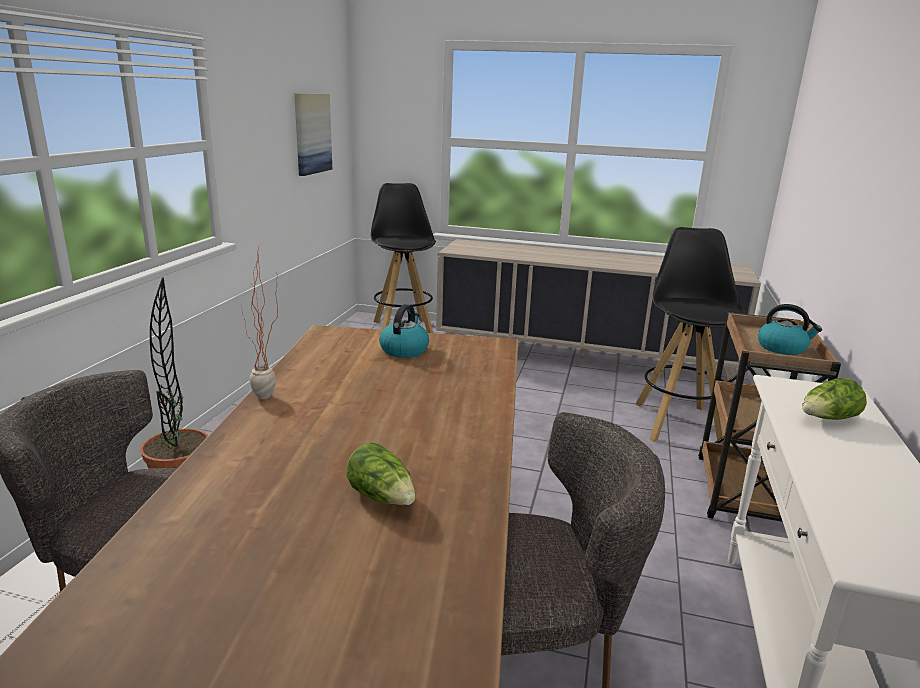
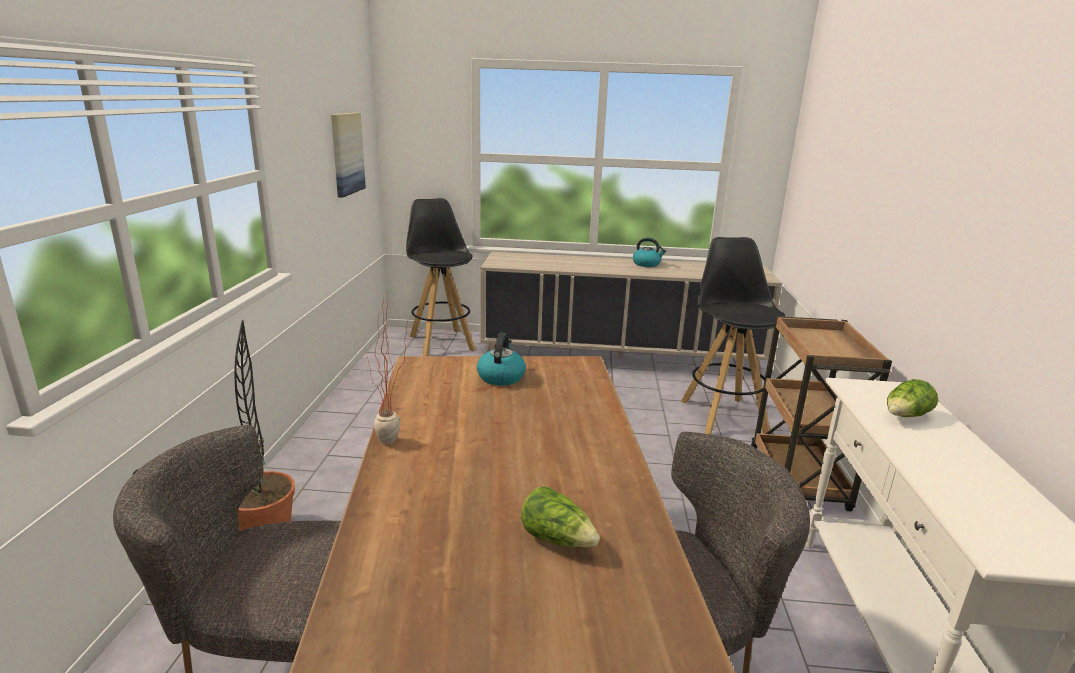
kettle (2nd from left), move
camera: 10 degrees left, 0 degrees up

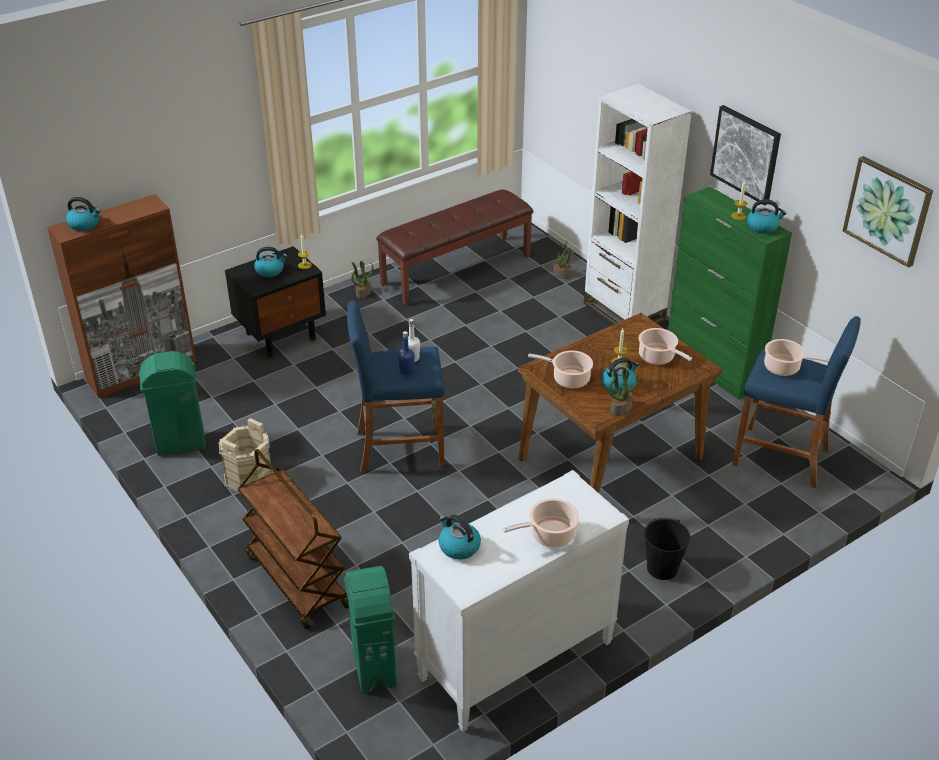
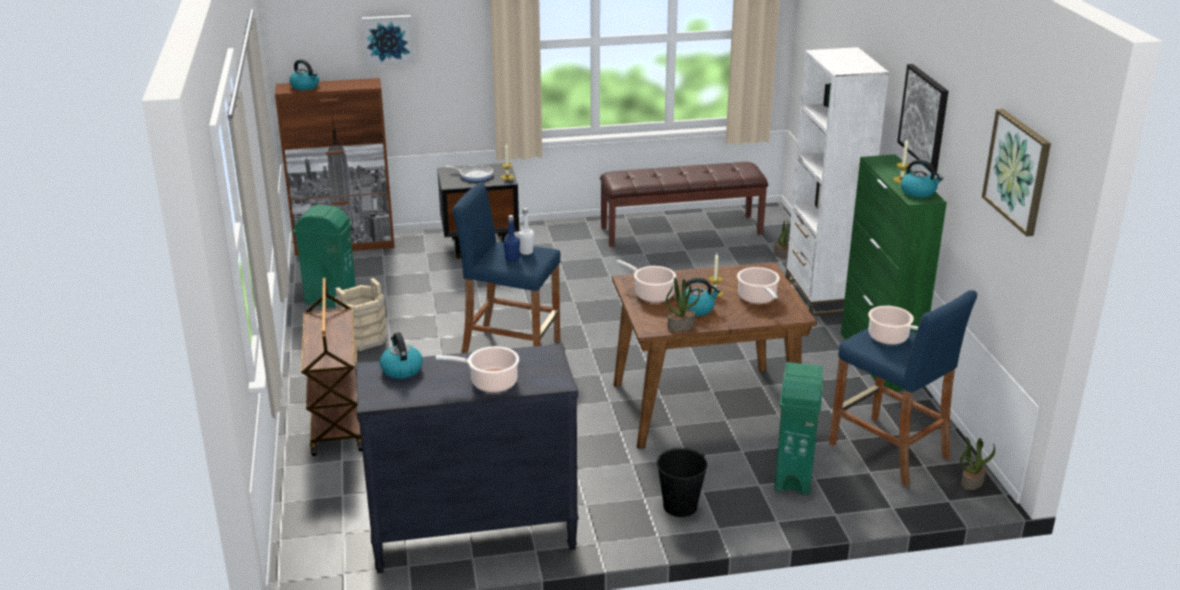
kettle (2nd from left) → frying_pan
green_trash_can (2nd from left), move
potted_plant (1st from left in the first image) → potted_plant (3rd from left), move
white_dresser → black_dresser
- → picture (1st from left)
camera: 25 degrees right, 10 degrees down

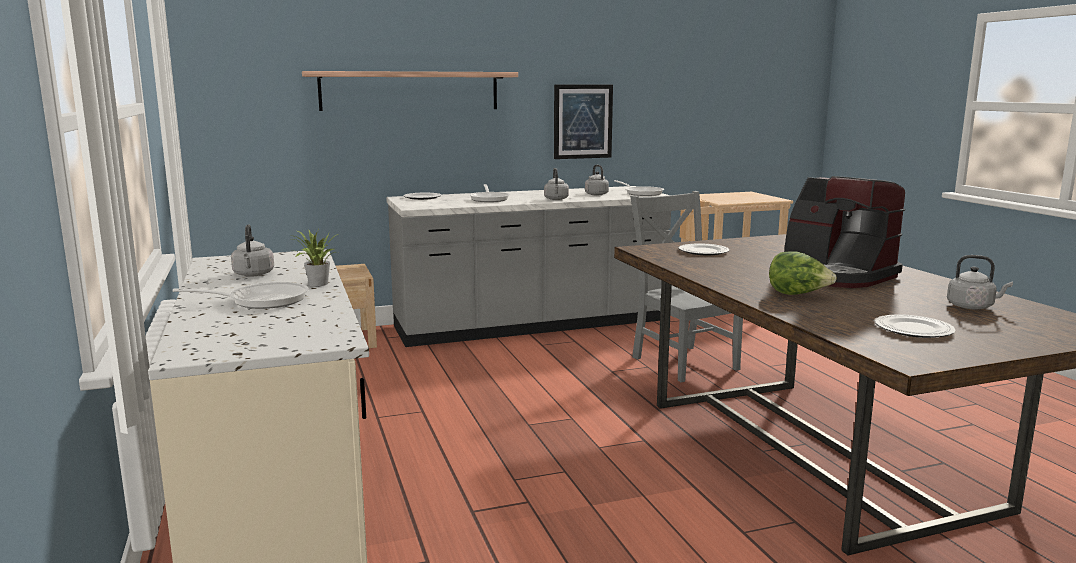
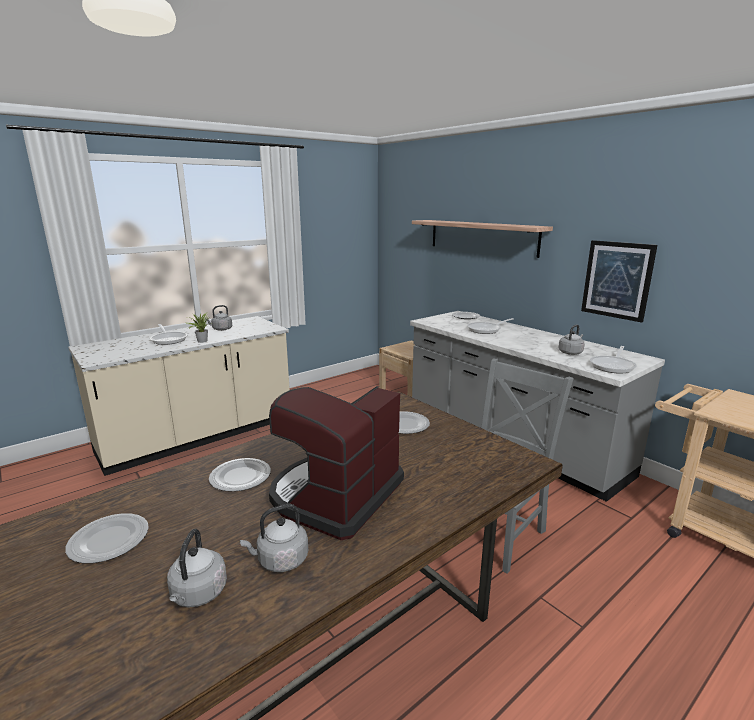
grey_kettle (2nd from left in the first image) → grey_kettle (3rd from left), move
lettuce → plate (2nd from left)
camera: 70 degrees right, 5 degrees up

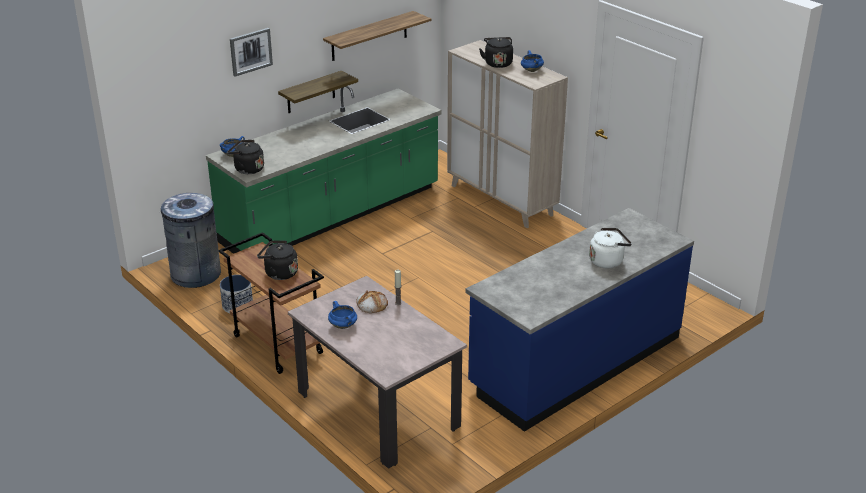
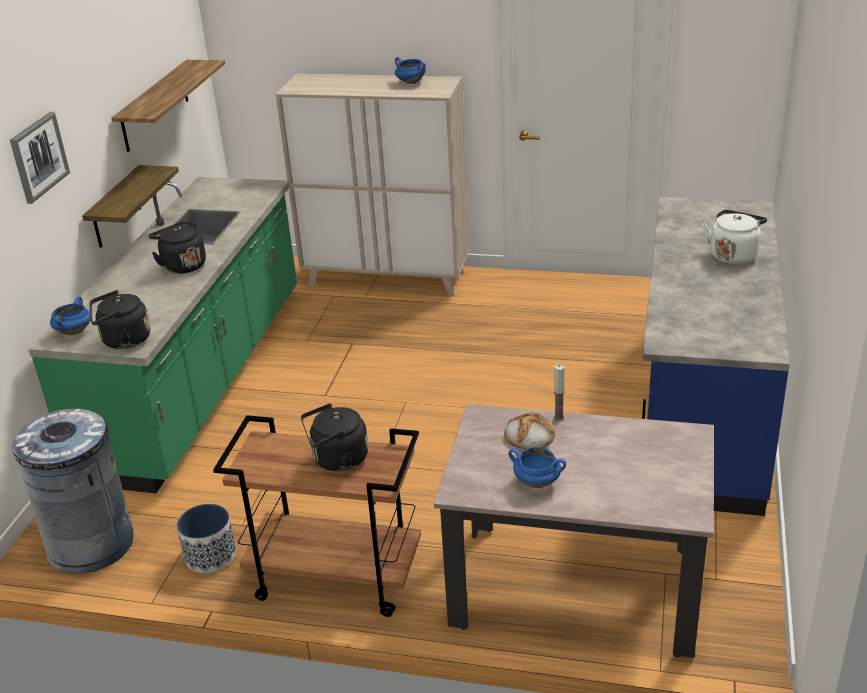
black_kettle (3rd from left in the first image) → black_kettle (2nd from left), move
camera: 35 degrees left, 0 degrees up

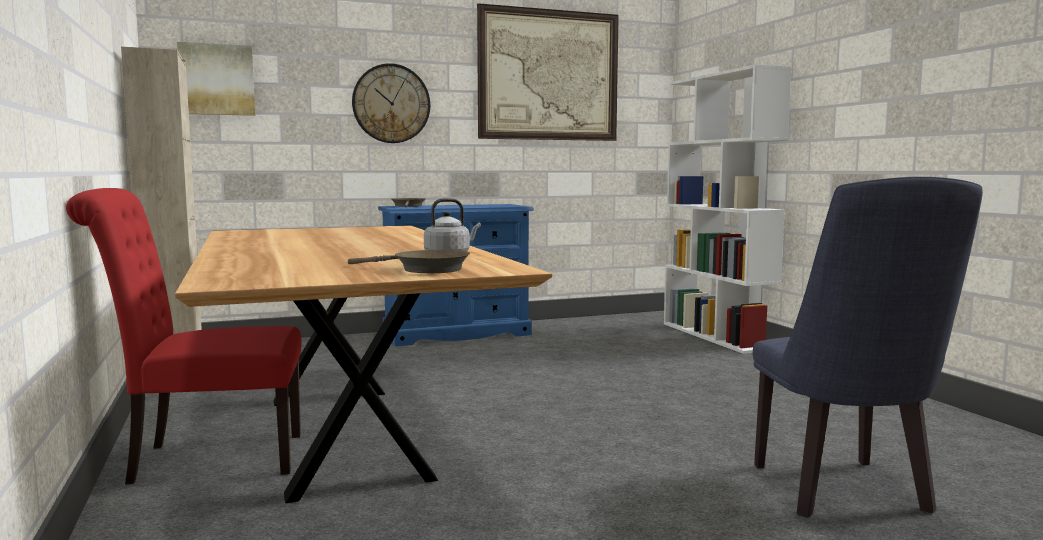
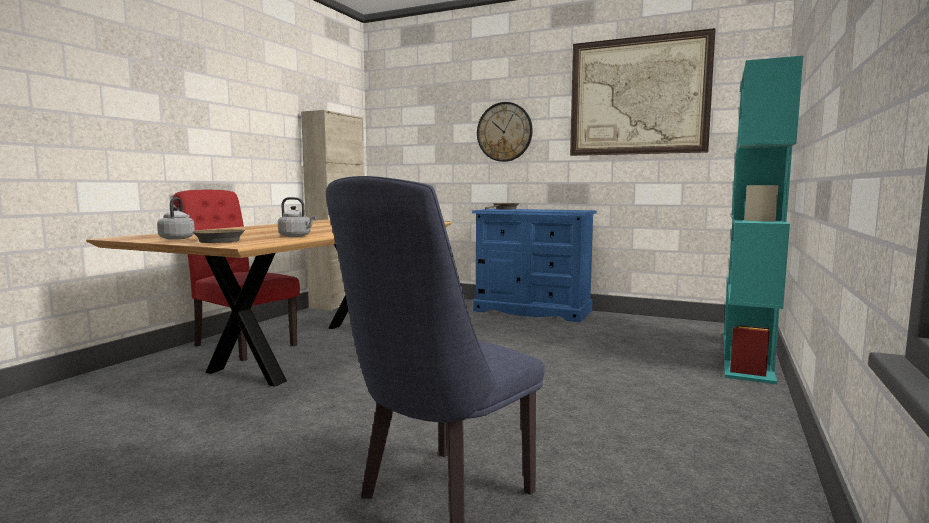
picture (1st from left) → -
white_bookcase → turquoise_bookcase
- → grey_kettle (1st from left)
camera: 45 degrees right, 0 degrees up

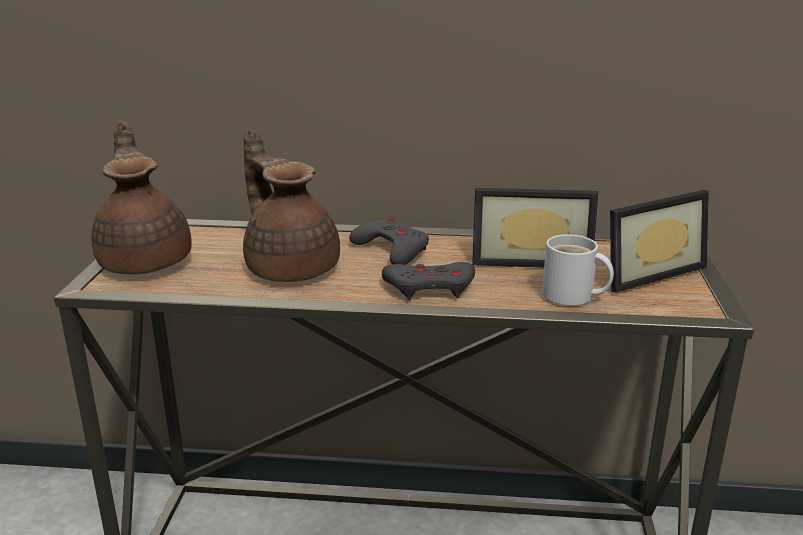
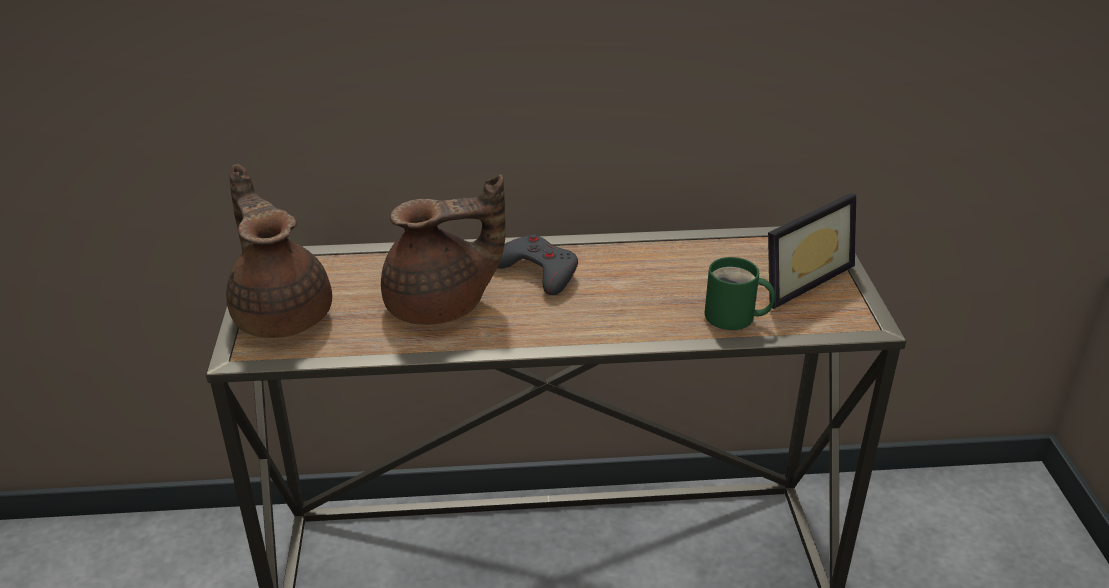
brown_teapot (2nd from left), 120 degrees clockwise
grey_game_controller (2nd from left) → -
picture_frame (1st from left) → -
white_mug → green_mug
camera: 10 degrees left, 10 degrees up

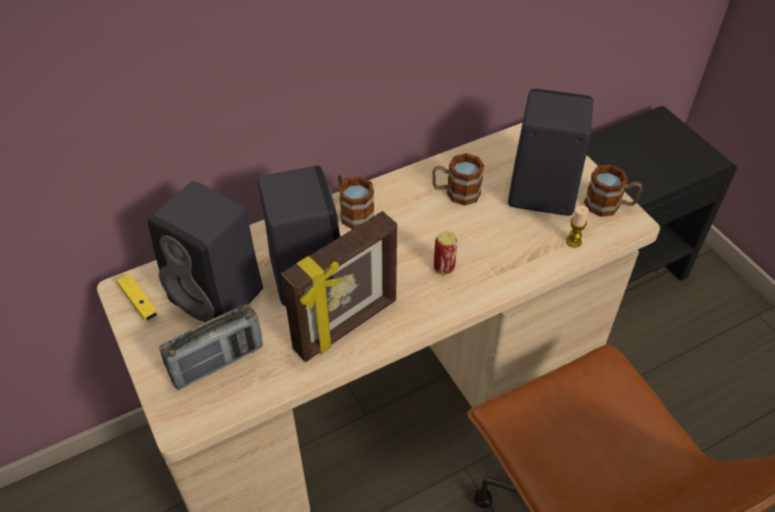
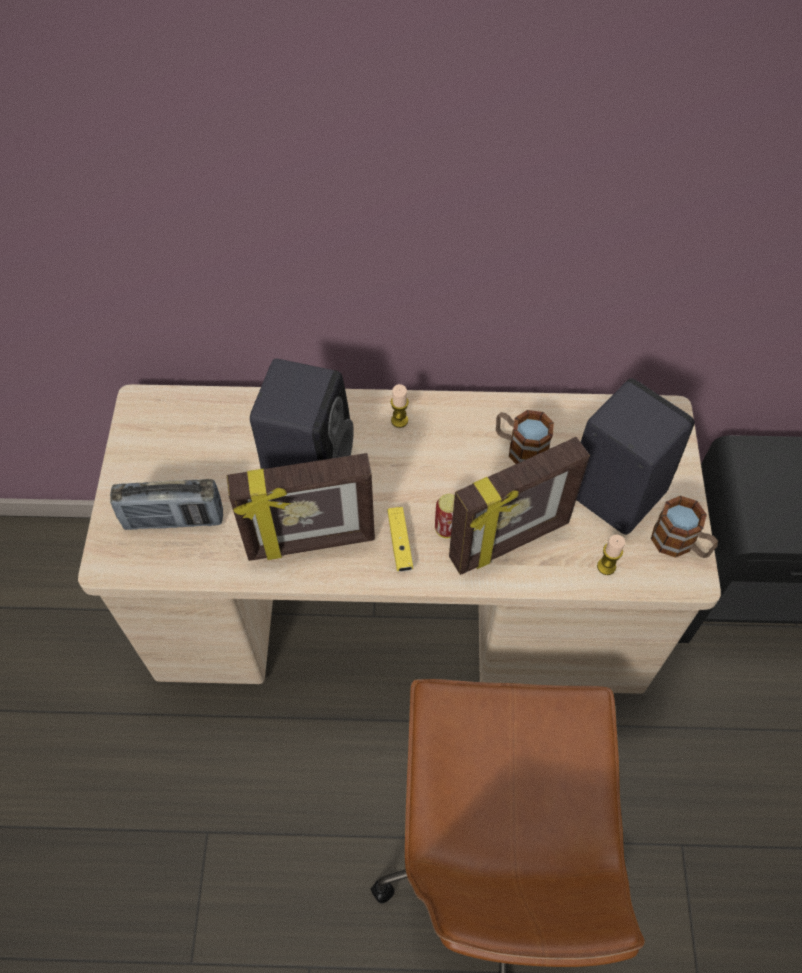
yellow_game_controller, move
black_speaker (1st from left) → -
mug (1st from left) → candle (1st from left)
- → picture_frame (2nd from left)
camera: 30 degrees right, 10 degrees up

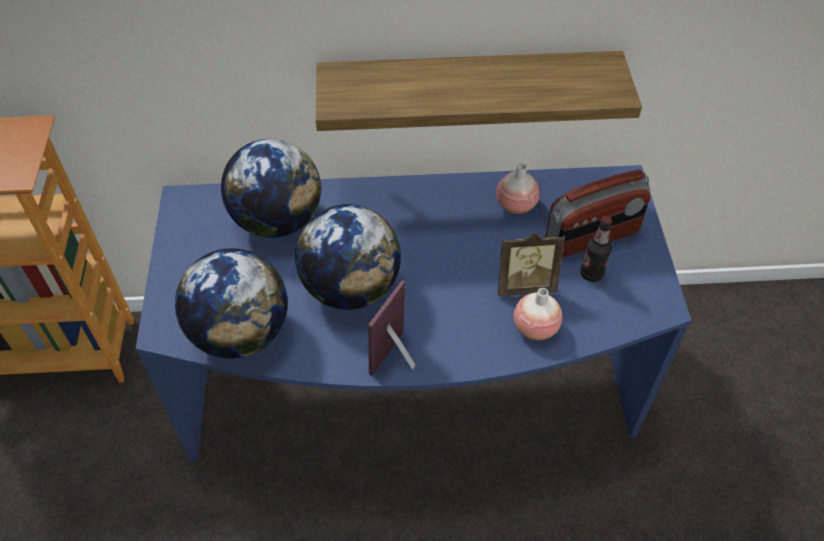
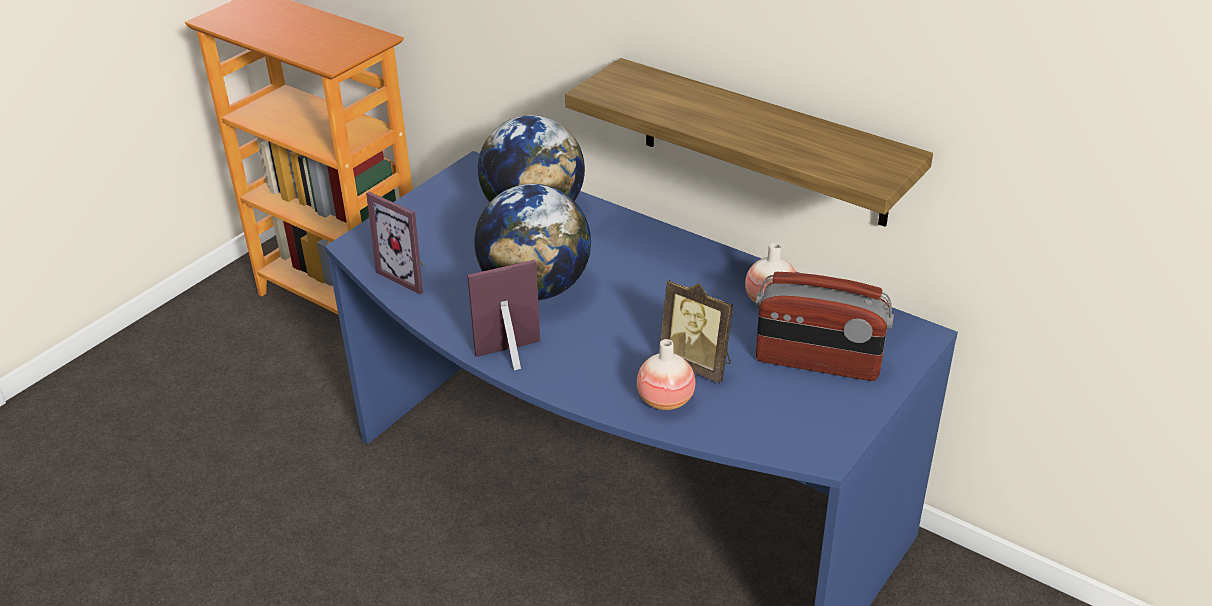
globe (1st from left) → picture_frame (1st from left)
bottle → -
camera: 40 degrees right, 15 degrees down

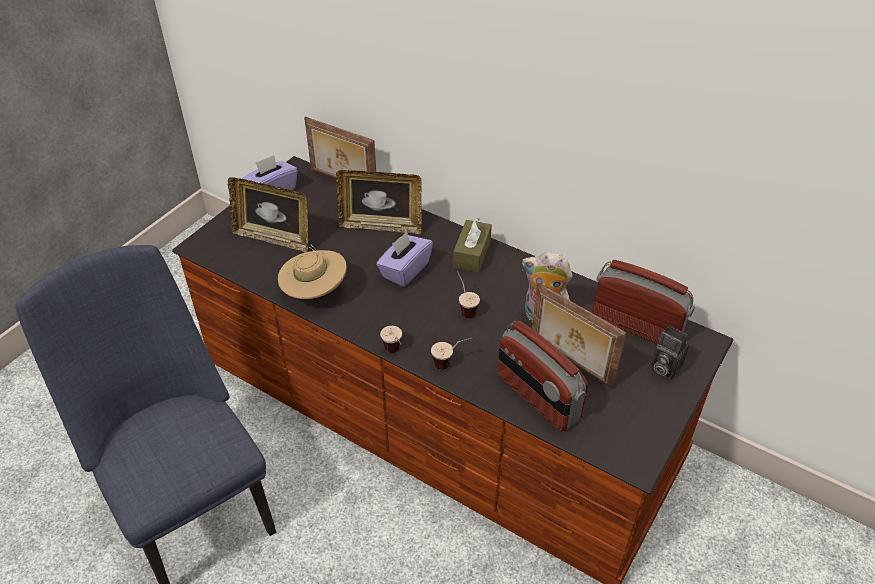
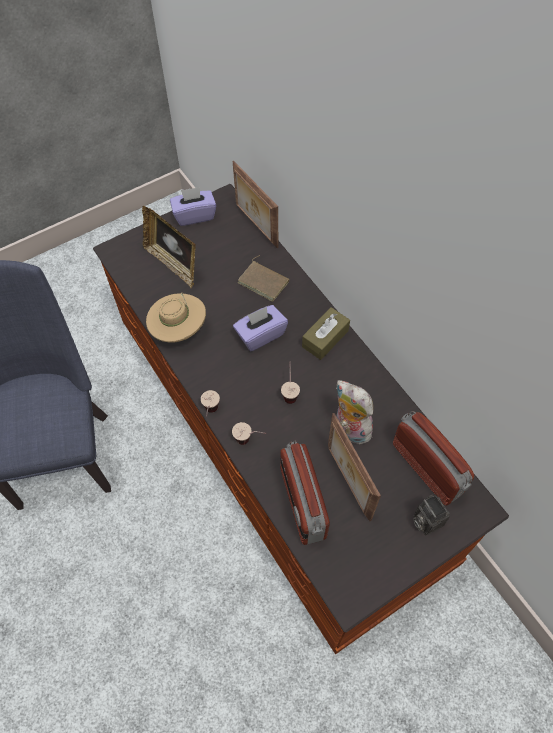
picture_frame (3rd from left) → brown_book
camera: 25 degrees right, 15 degrees up

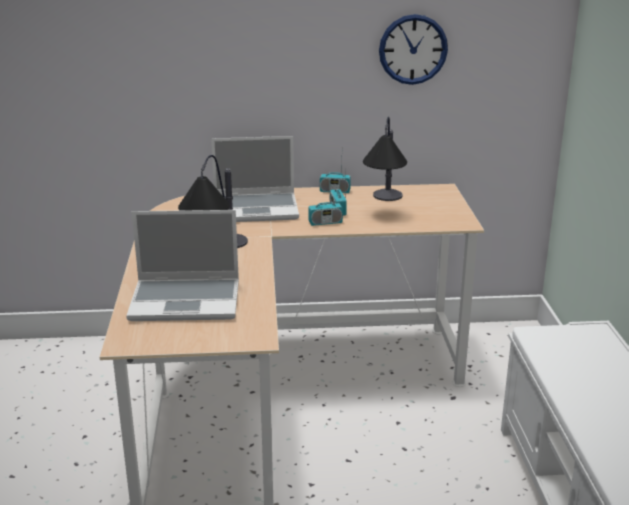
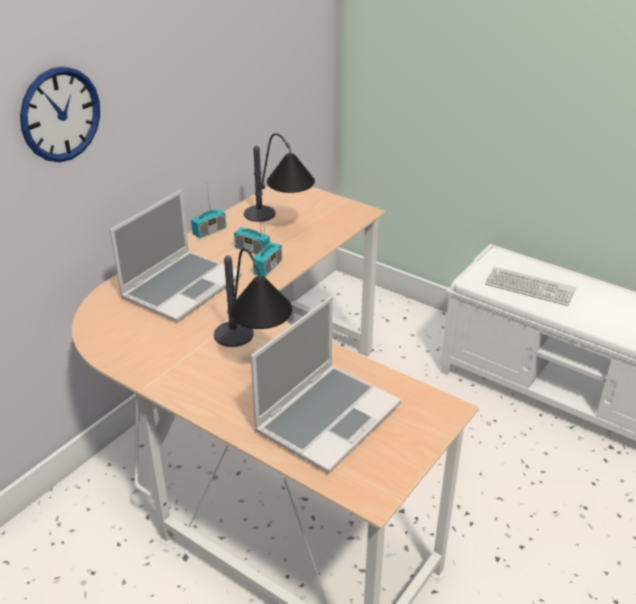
wall_clock, move
- → keyboard
camera: 50 degrees left, 10 degrees up

